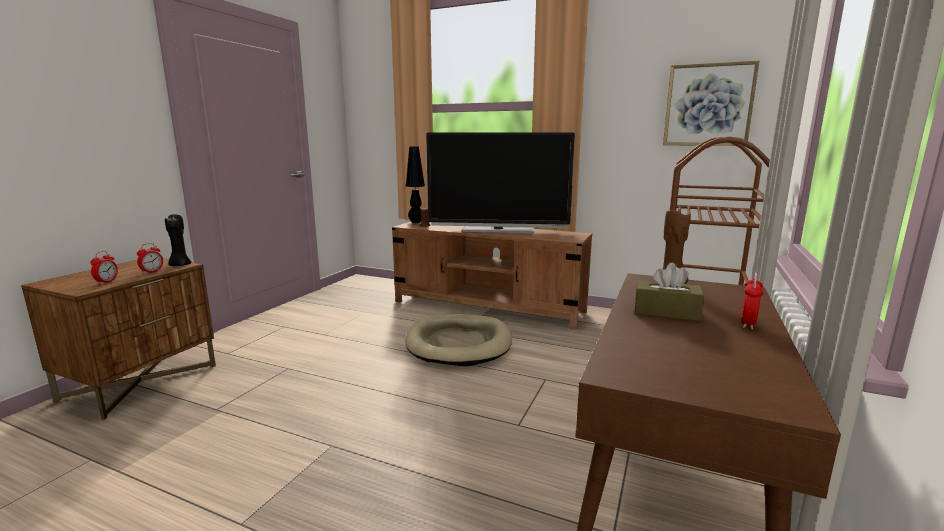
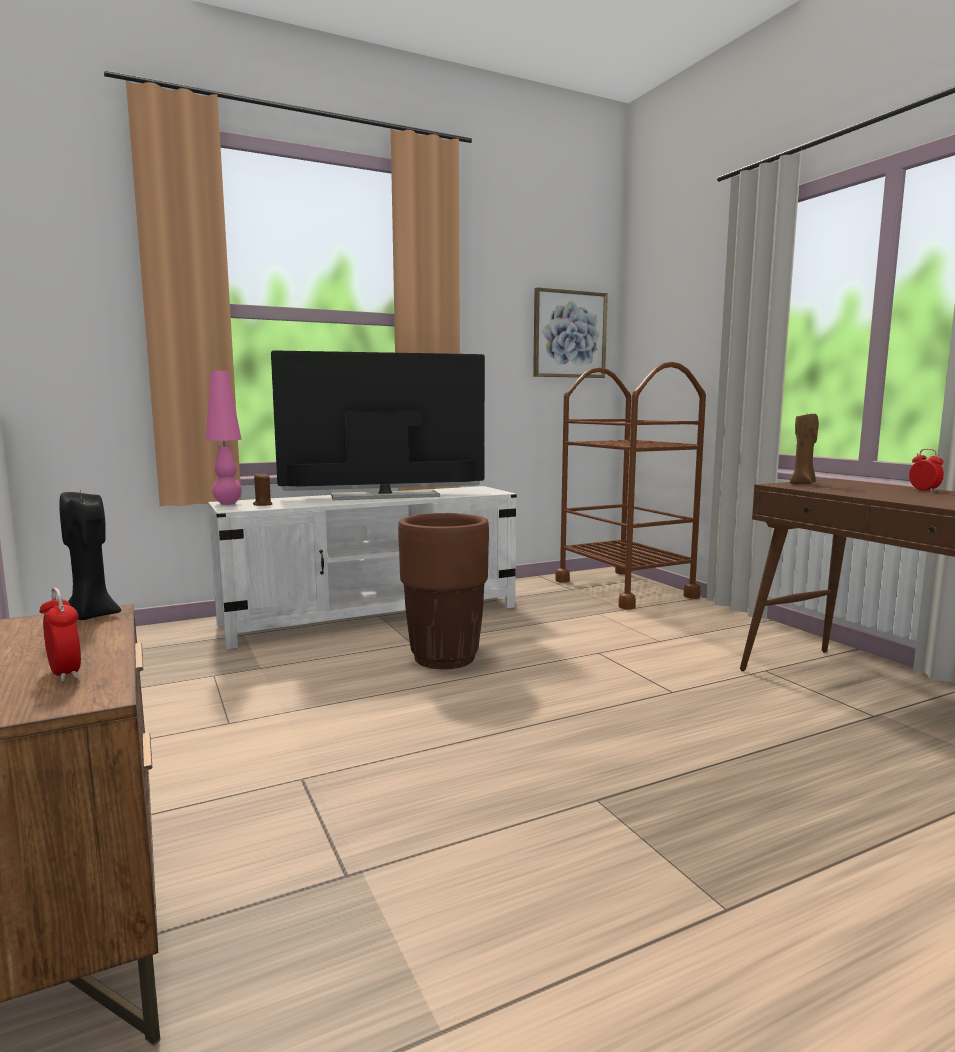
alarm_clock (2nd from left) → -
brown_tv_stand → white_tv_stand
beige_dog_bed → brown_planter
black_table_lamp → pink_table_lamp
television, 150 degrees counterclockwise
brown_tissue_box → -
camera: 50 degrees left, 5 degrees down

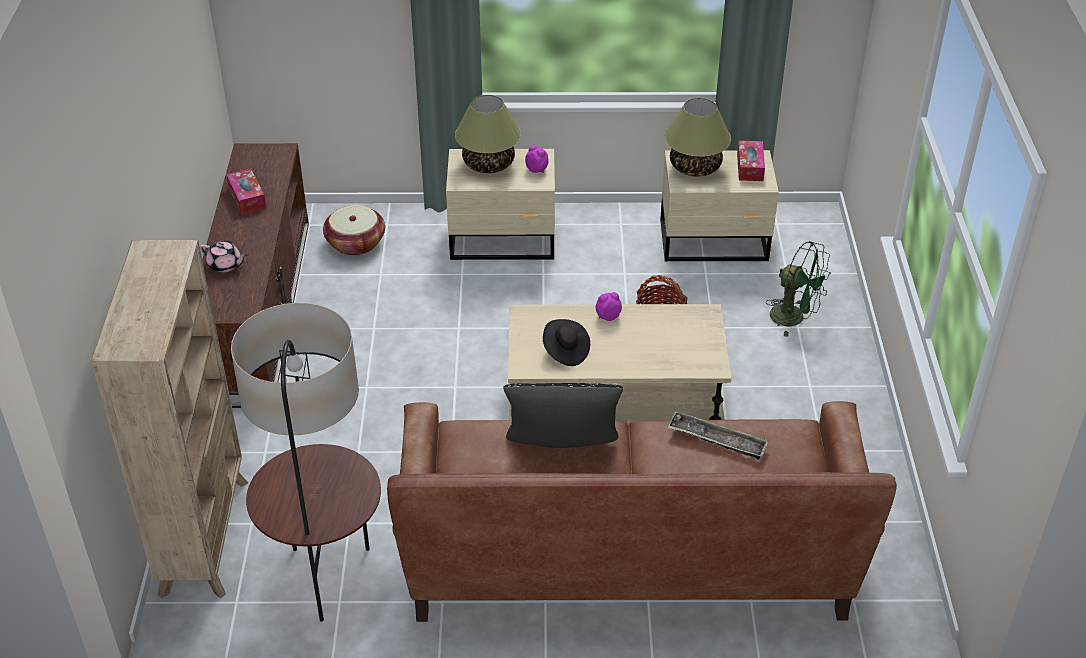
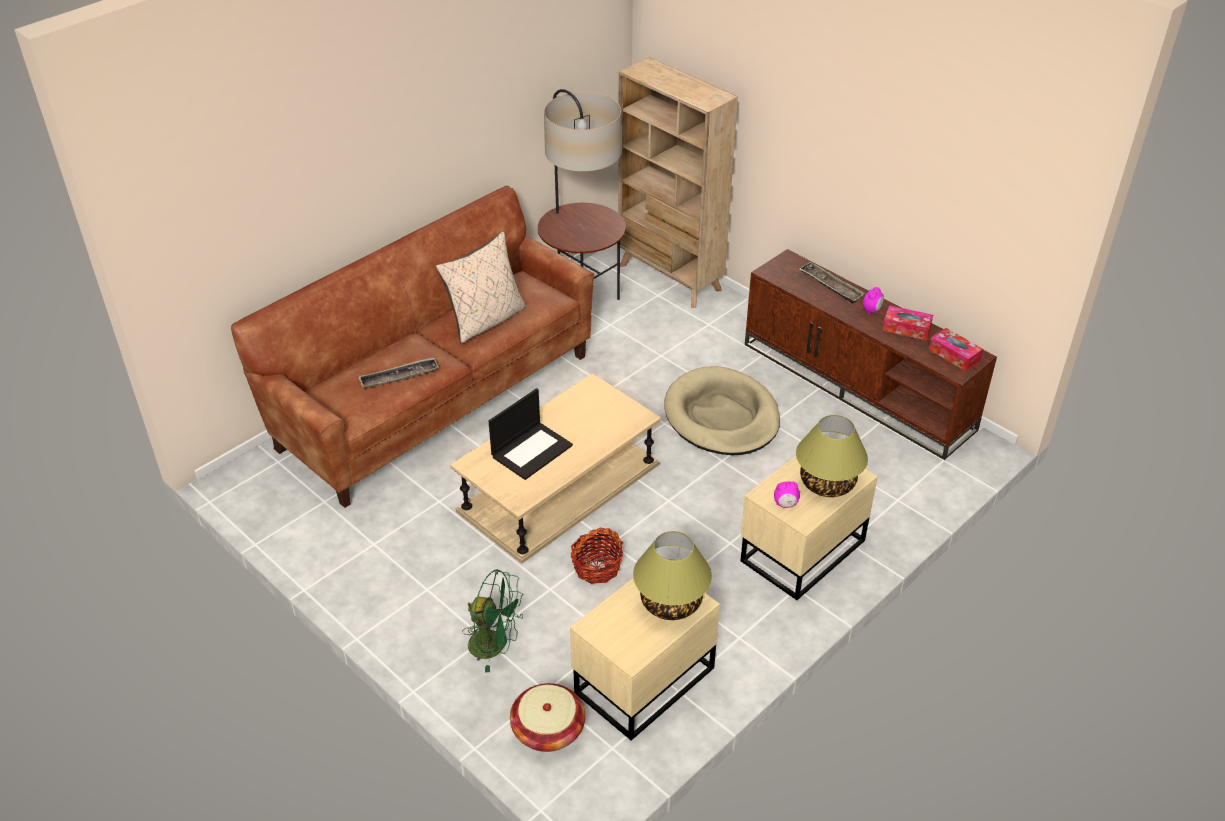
pink_teapot → tray (2nd from left)
basket (1st from left), move
black_pillow → beige_pillow
black_hat → -
alarm_clock (2nd from left), move
tissue_box (2nd from left), move
green_fan, 150 degrees counterclockwise
- → laptop
- → beige_dog_bed
camera: 135 degrees right, 0 degrees up

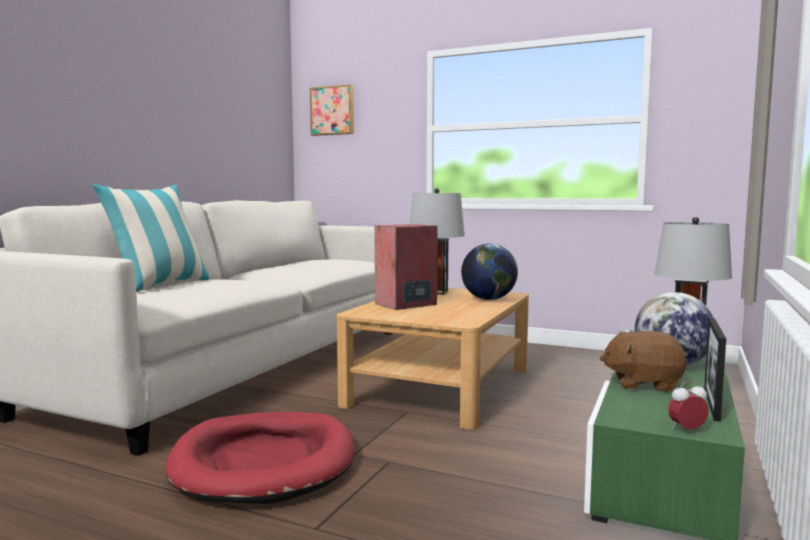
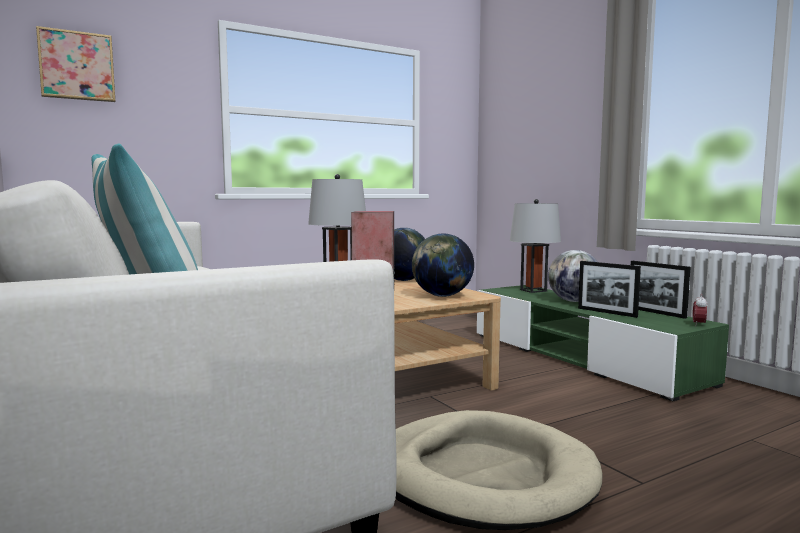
red_dog_bed → beige_dog_bed
brown_plush_toy → picture_frame (1st from left)
- → globe (2nd from left)
camera: 55 degrees left, 0 degrees up

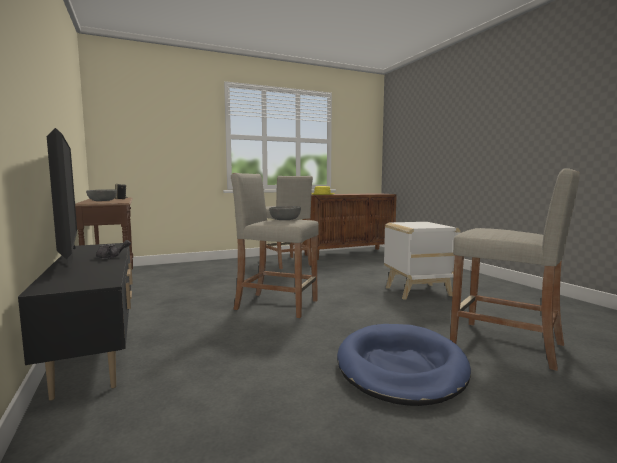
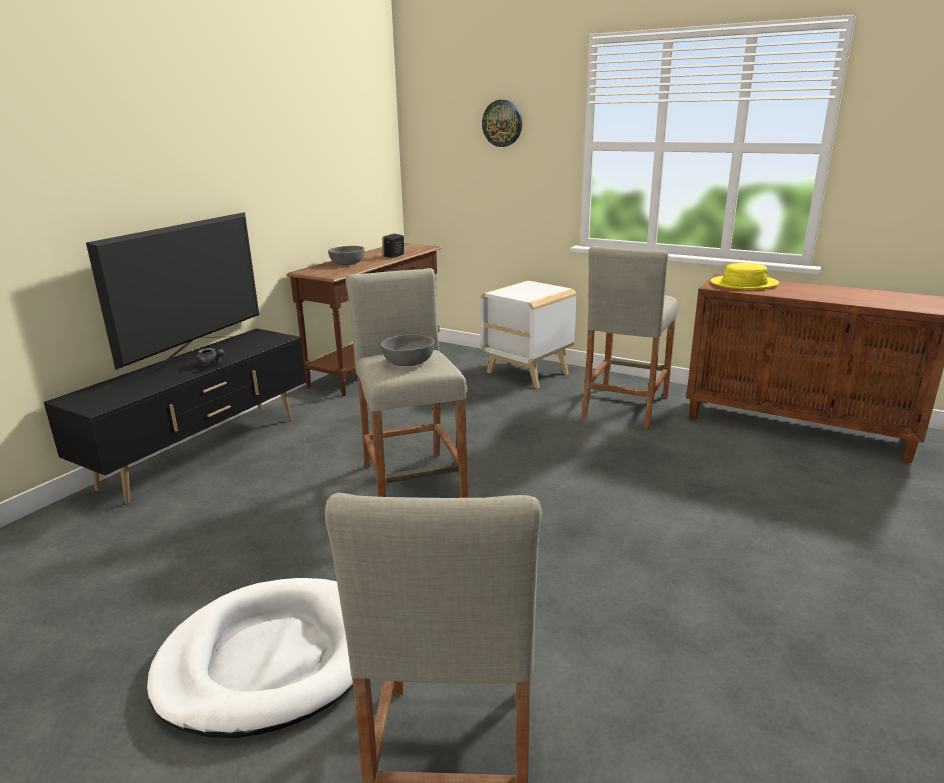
blue_dog_bed → white_dog_bed
white_side_table, move
- → wall_clock
camera: 55 degrees right, 15 degrees up

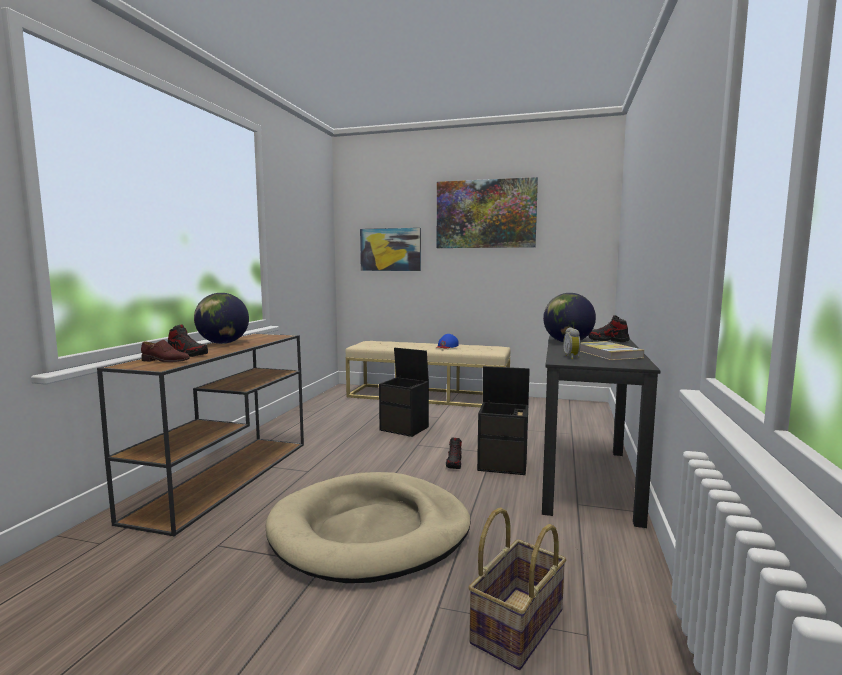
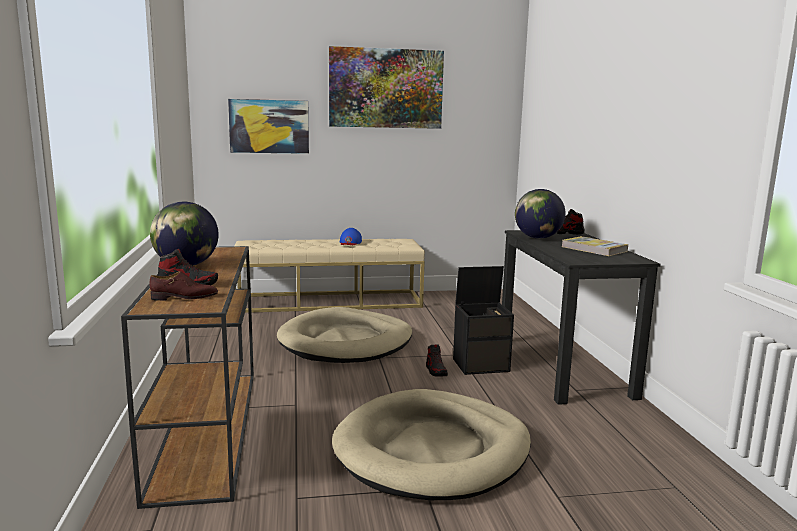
black_storage_box (1st from left) → beige_dog_bed (1st from left)
basket → -
alarm_clock → -
camera: 25 degrees left, 5 degrees up

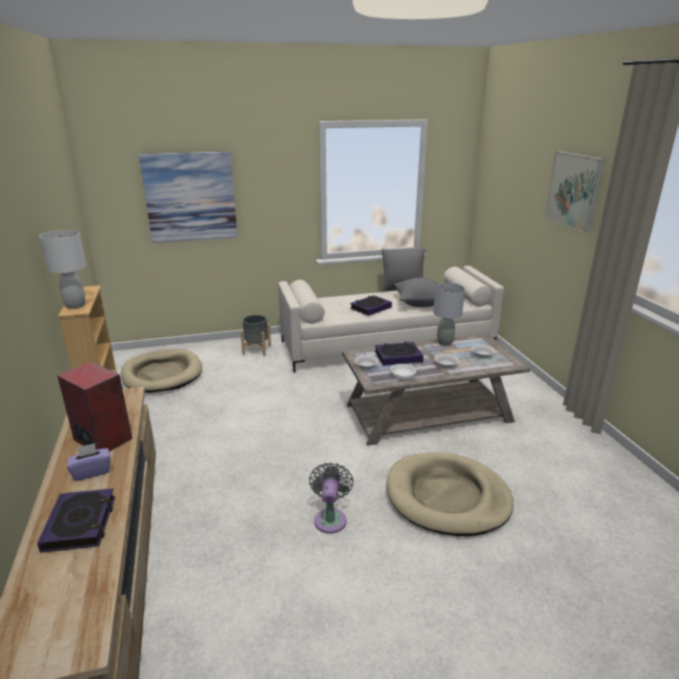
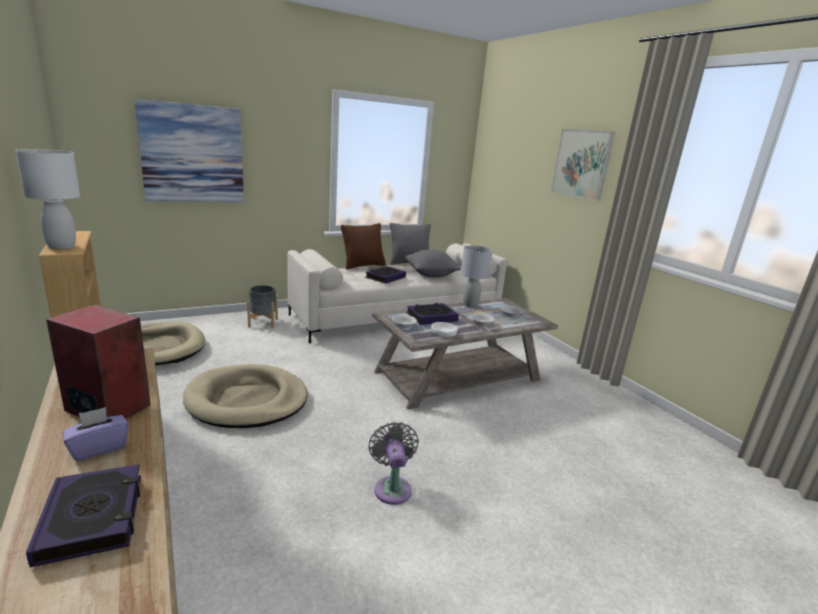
beige_dog_bed (2nd from left), move
- → brown_pillow
camera: 15 degrees left, 5 degrees down

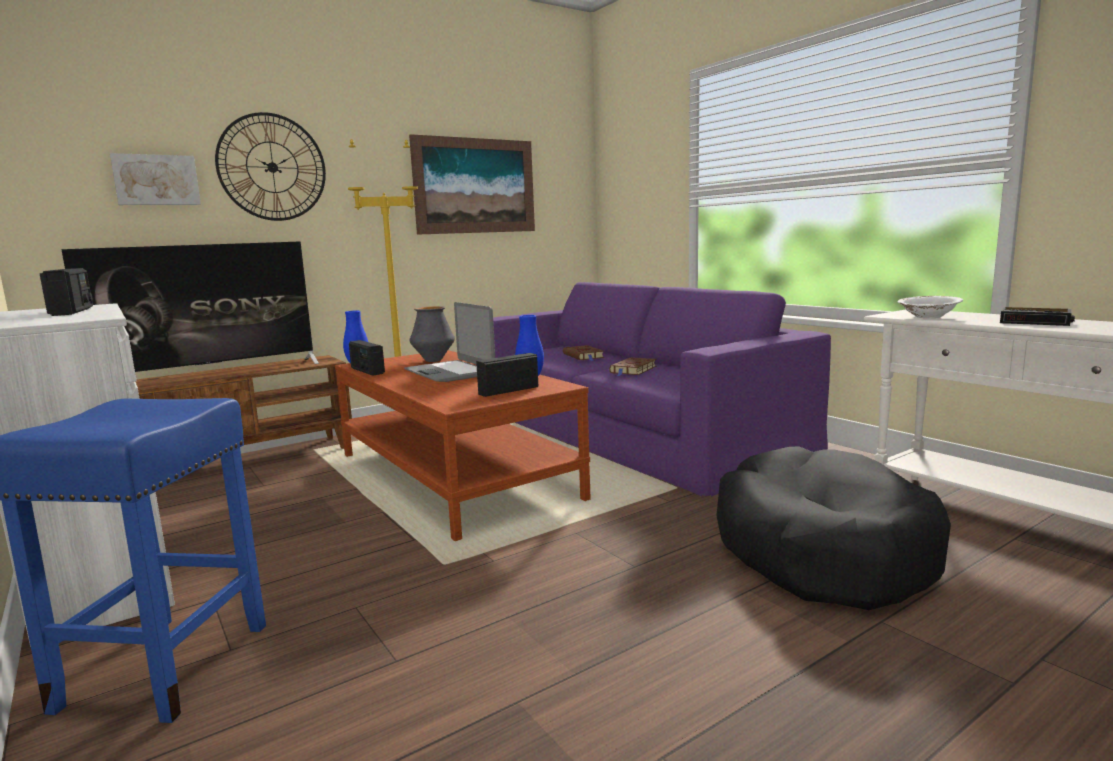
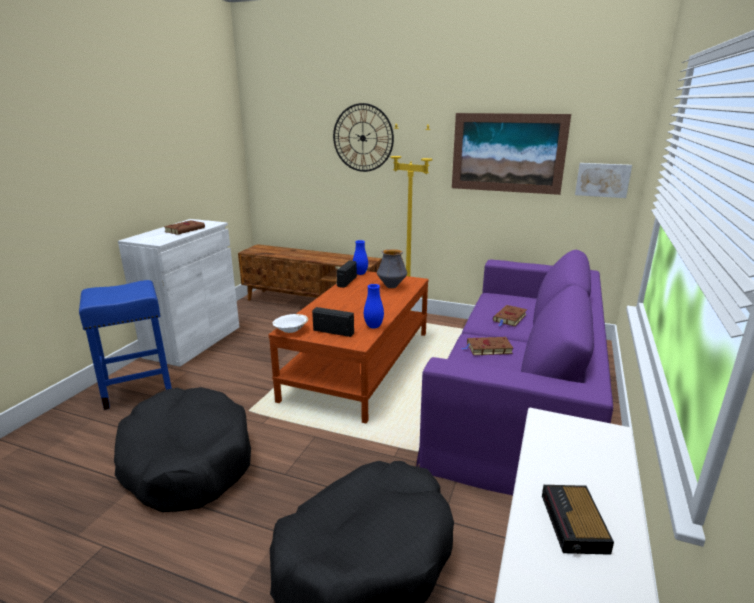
radio (1st from left) → brown_book (1st from left)
television → -
picture (1st from left in the first image) → picture (2nd from left), move
laptop → -
white_bowl, move
- → black_dog_bed (1st from left)
camera: 55 degrees right, 10 degrees up

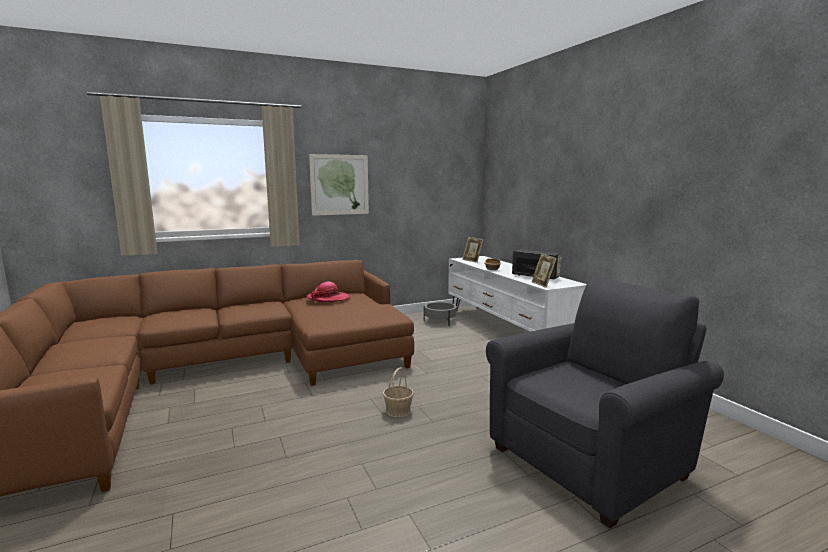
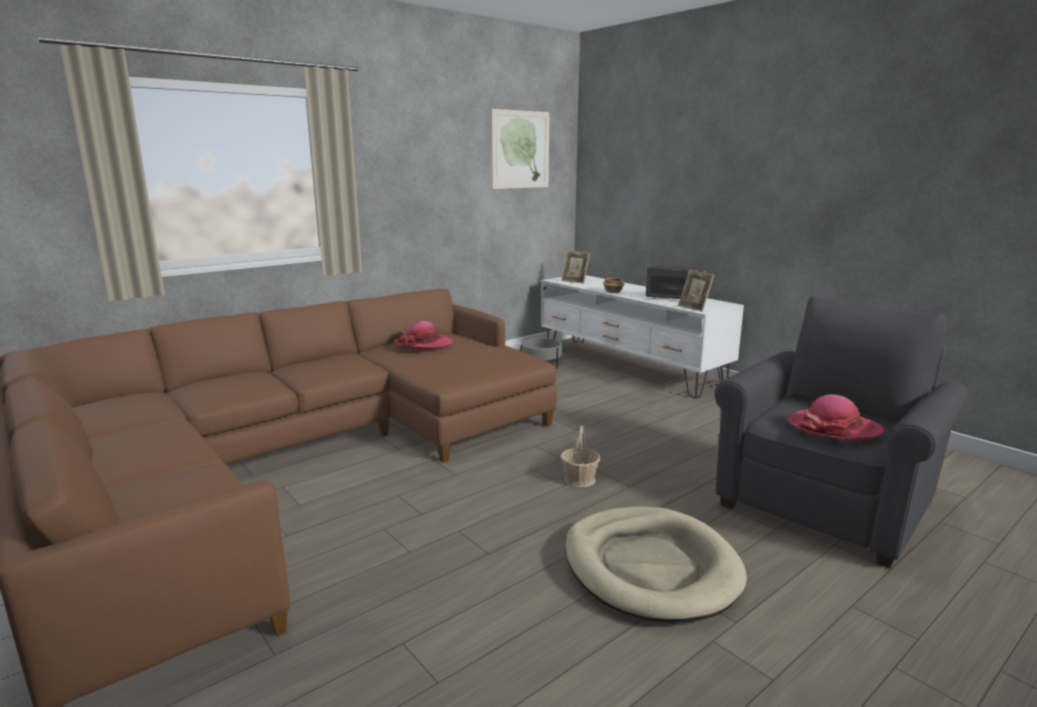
picture, move
- → beige_dog_bed
- → hat (2nd from left)
camera: 15 degrees left, 5 degrees up

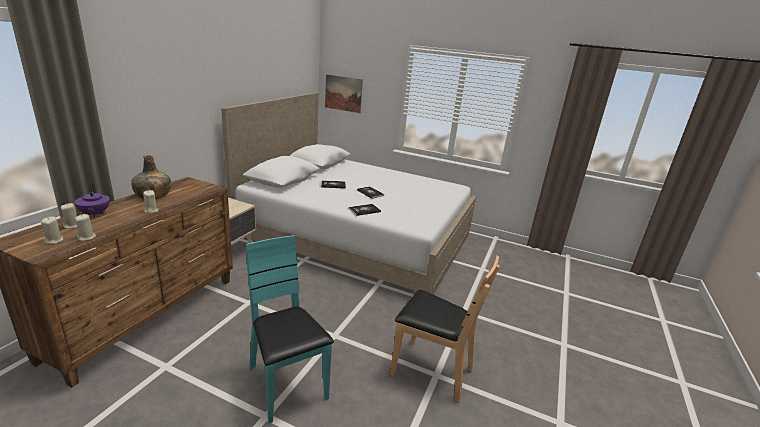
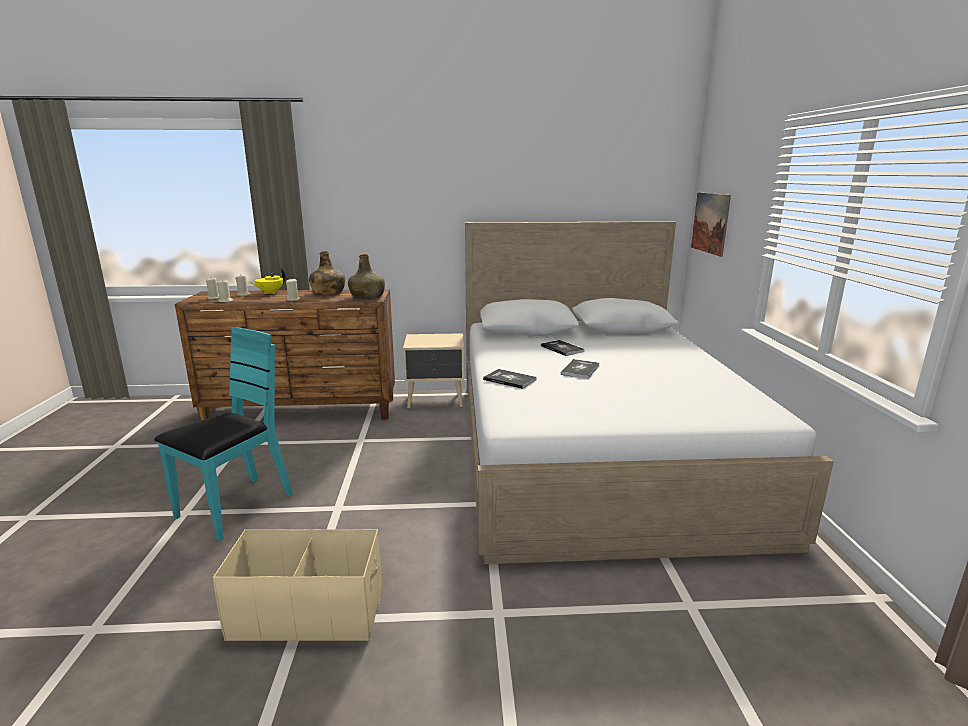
purple_teapot → yellow_teapot
brown_chair → beige_storage_box
- → green_bottle (2nd from left)
camera: 65 degrees right, 5 degrees down

